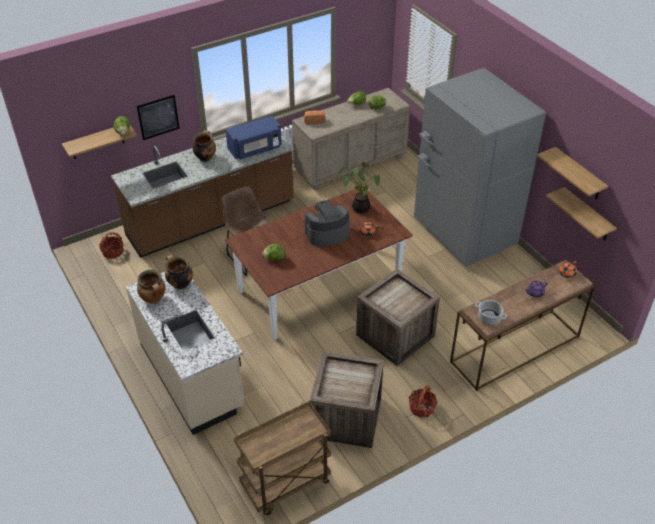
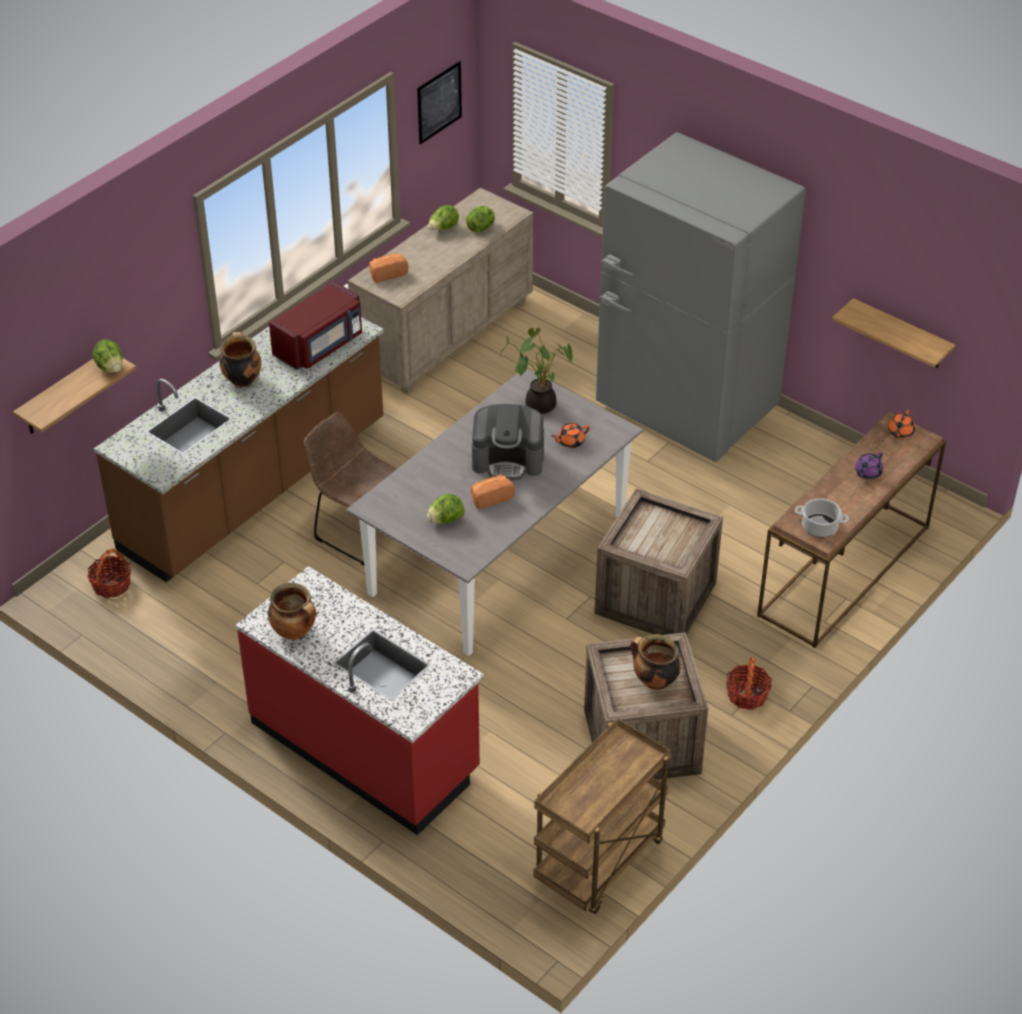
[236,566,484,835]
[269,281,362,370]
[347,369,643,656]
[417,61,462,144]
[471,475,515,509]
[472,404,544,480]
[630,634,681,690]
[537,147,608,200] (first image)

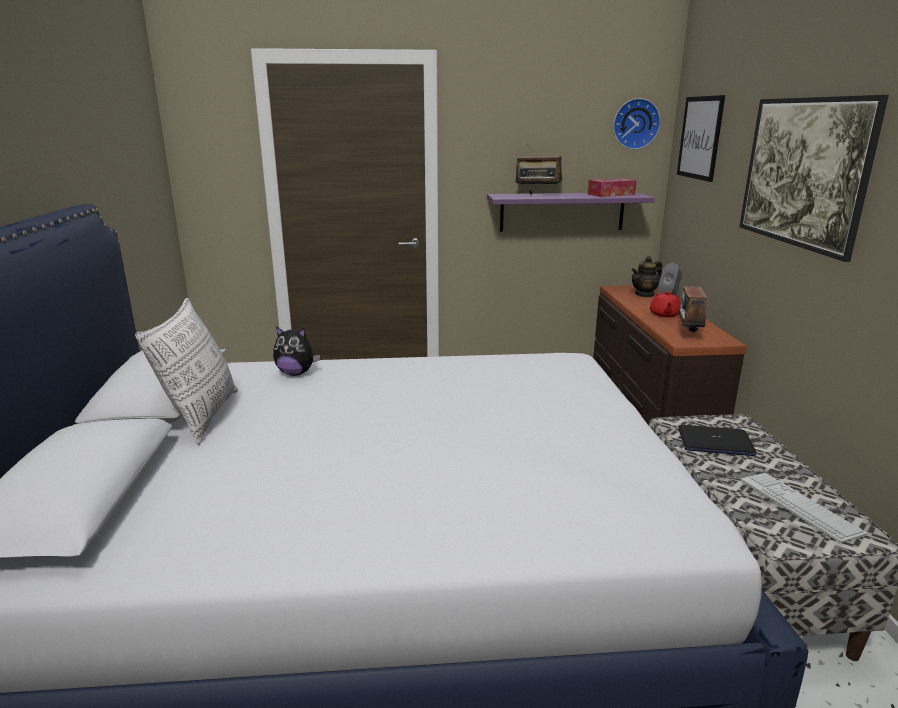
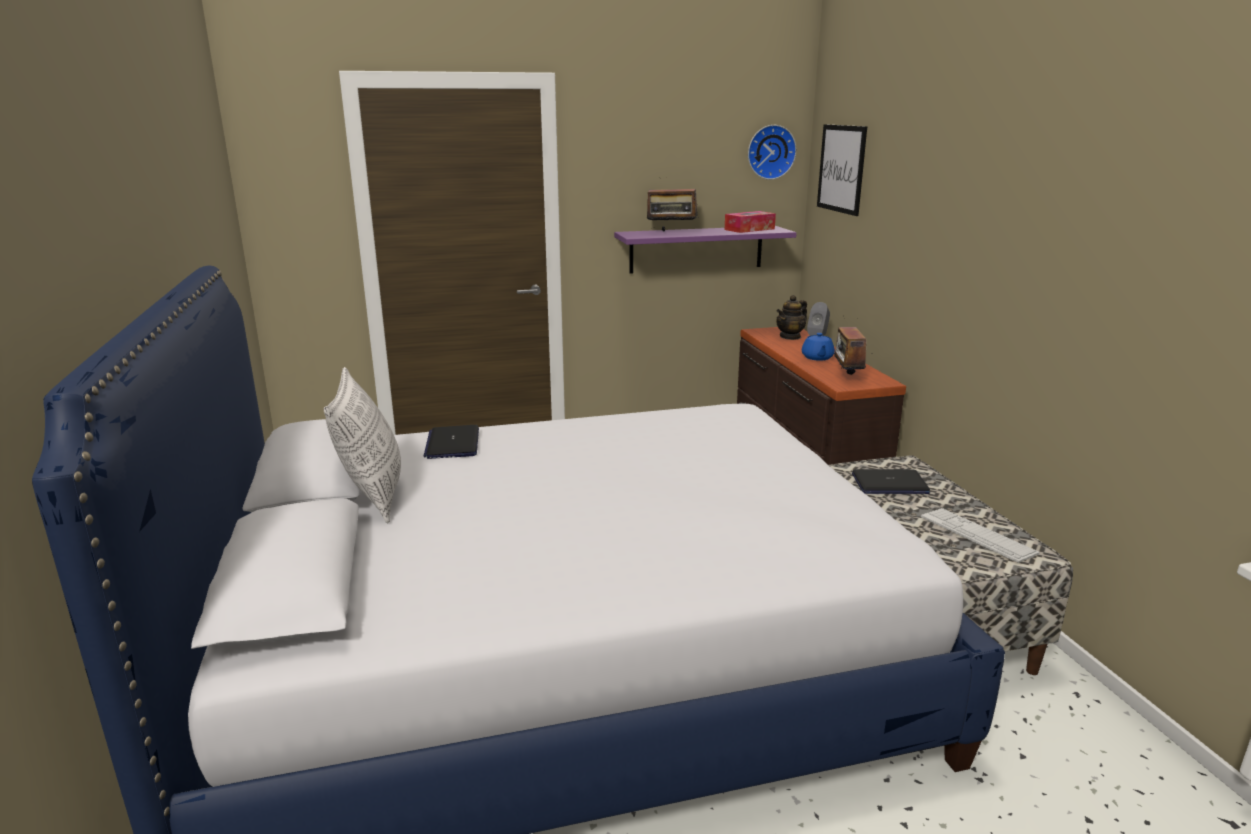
[424,425,479,459]
[802,333,835,361]
[739,95,889,262] (first image)

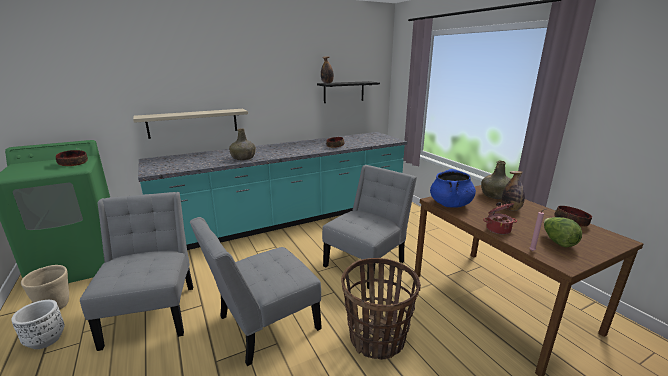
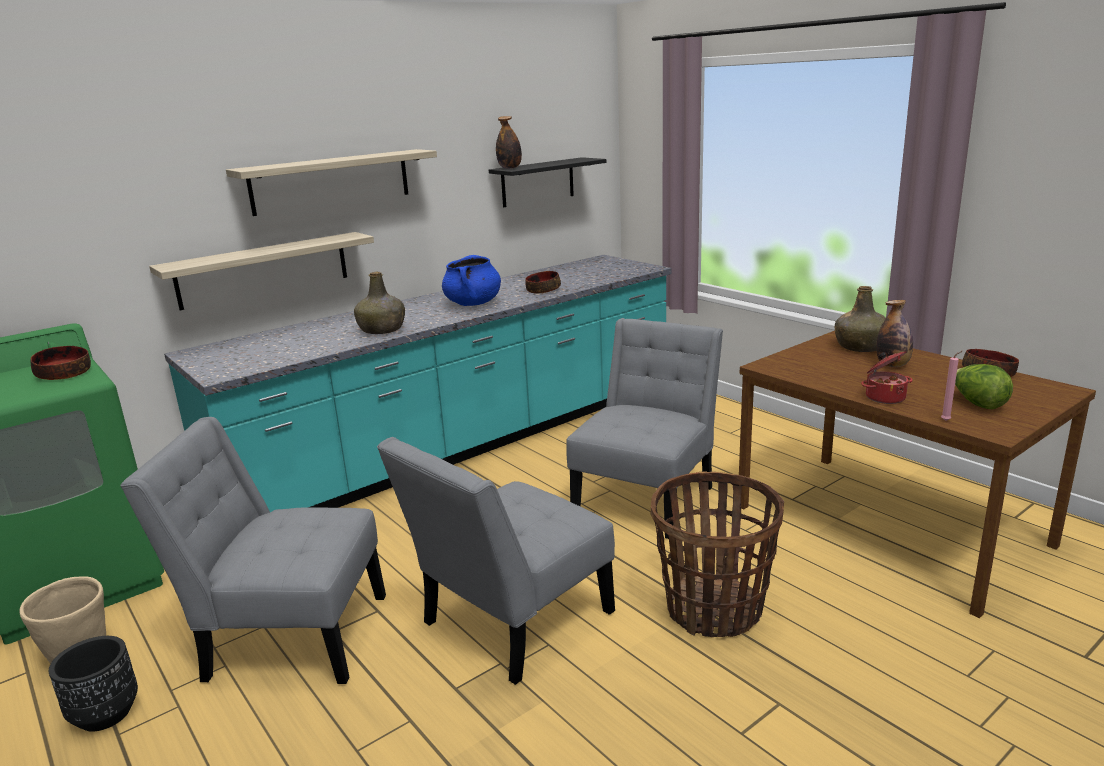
[49,636,138,731]
[120,417,386,684]
[226,149,437,216]
[442,255,501,306]

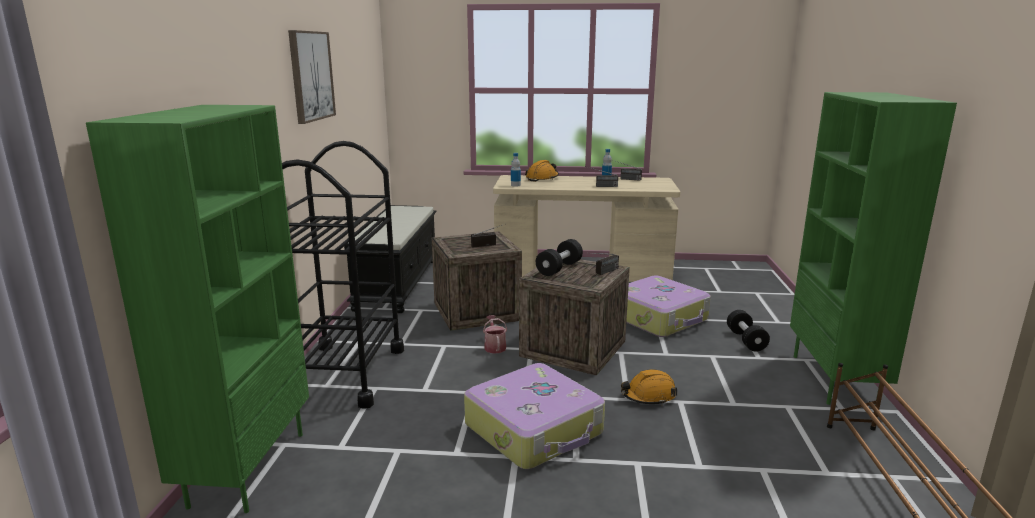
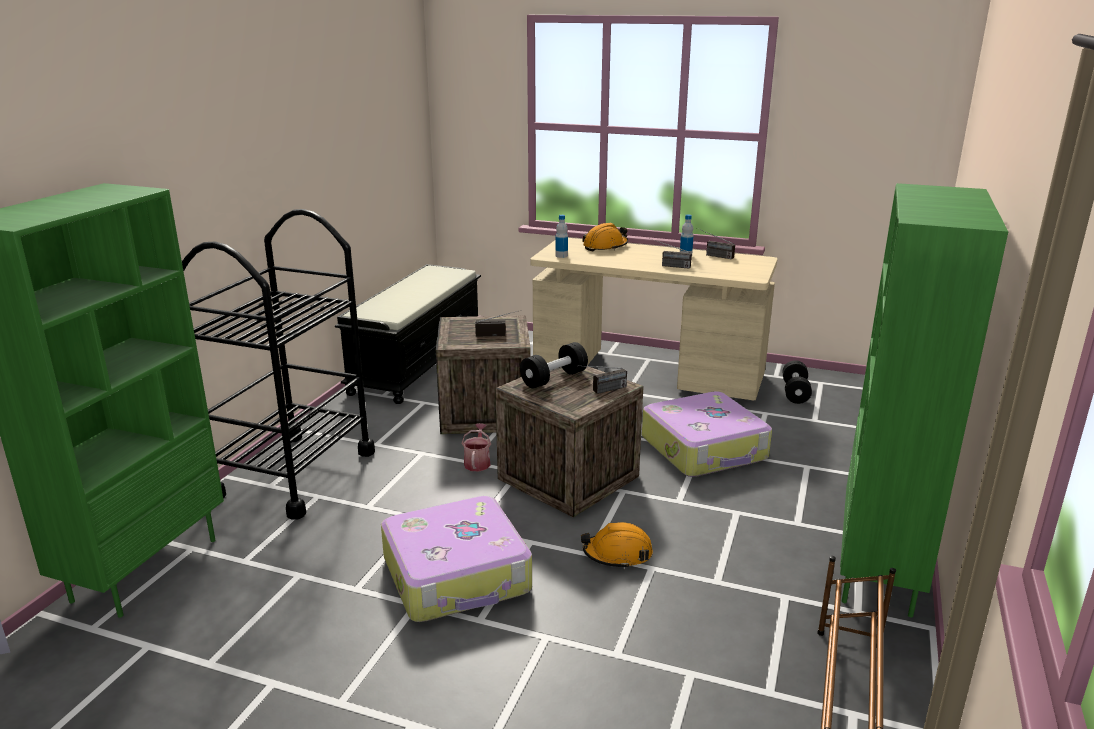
[783,360,812,404]
[288,30,336,124] (first image)

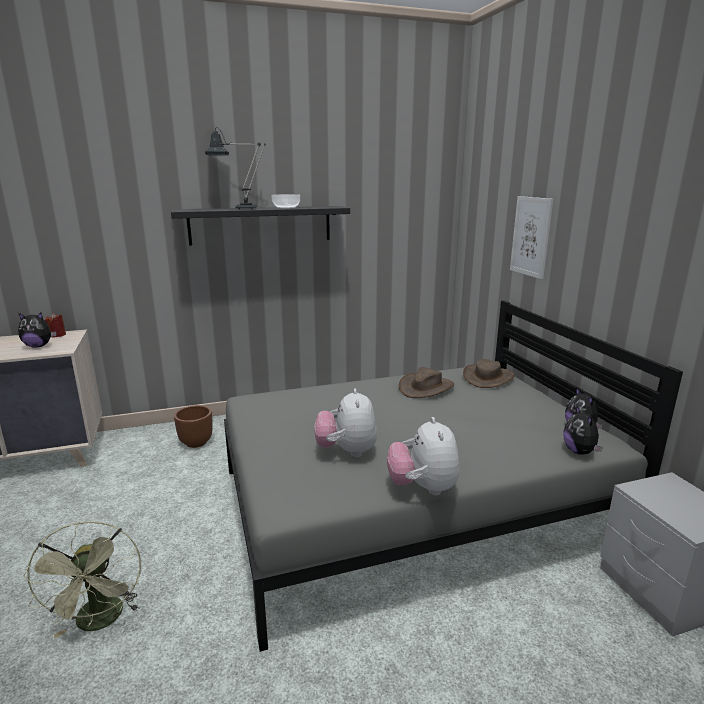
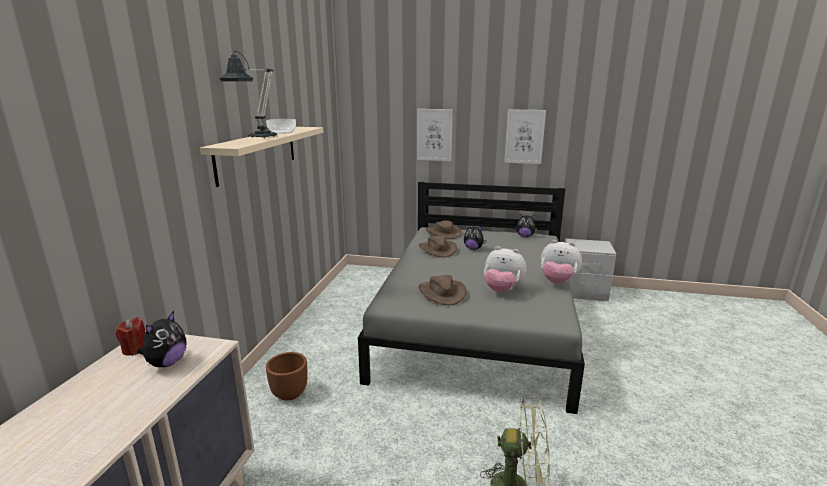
[200,127,323,187]
[418,275,466,305]
[464,225,487,250]
[504,109,546,164]

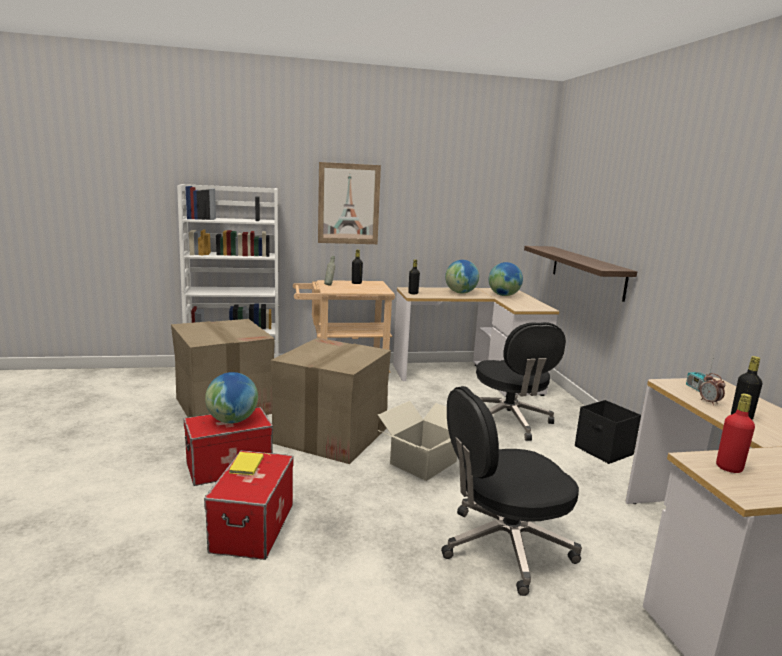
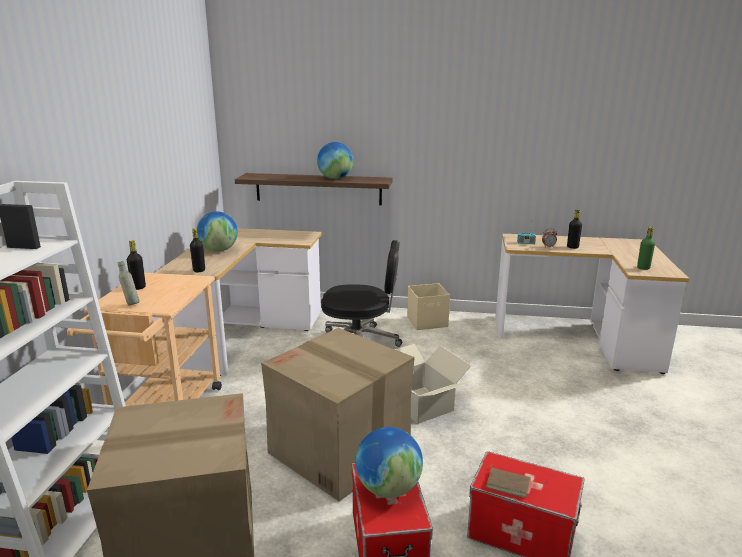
[317,142,354,179]
[407,283,450,330]
[486,463,531,498]
[637,226,655,270]
[318,162,381,244] (first image)
[441,386,582,596] (first image)

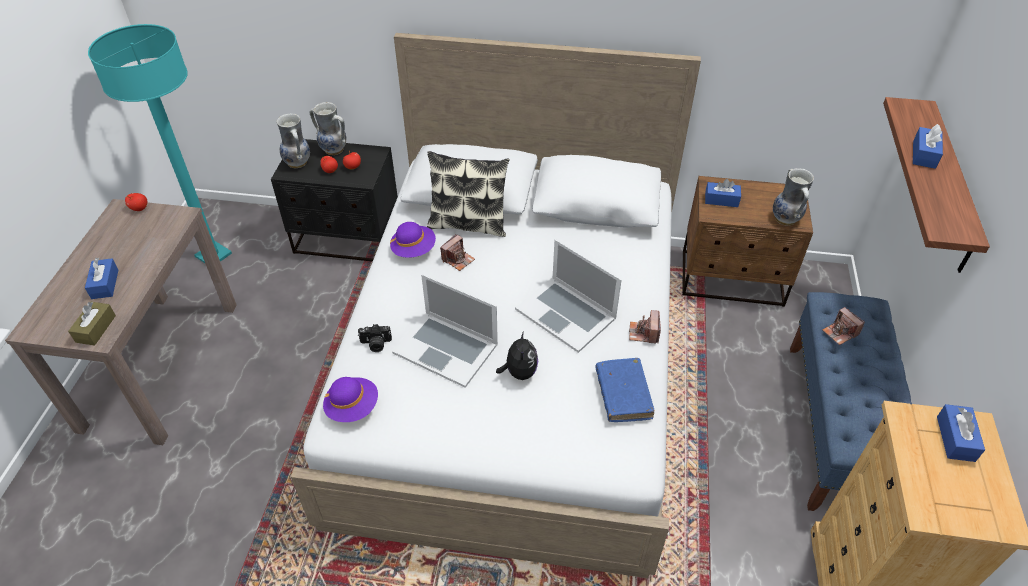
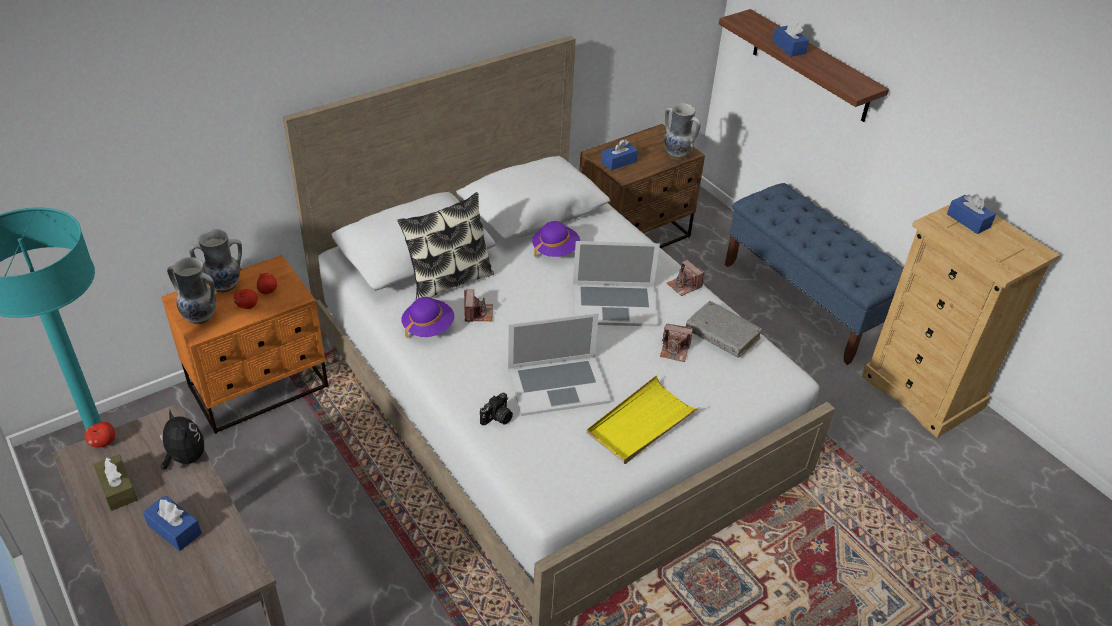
[93,454,138,511]
[159,410,204,470]
[162,255,328,434]
[532,221,580,258]
[587,375,700,464]
[660,324,693,362]
[686,301,762,358]

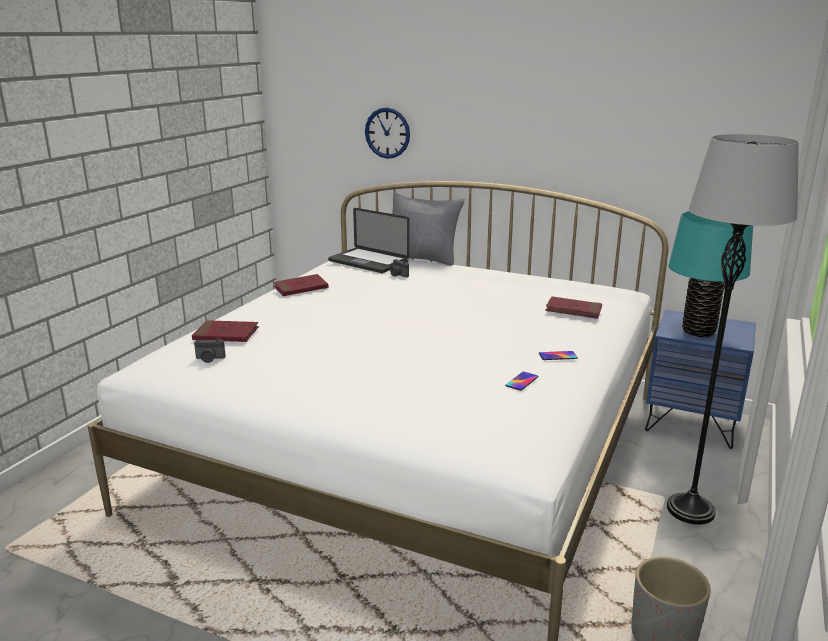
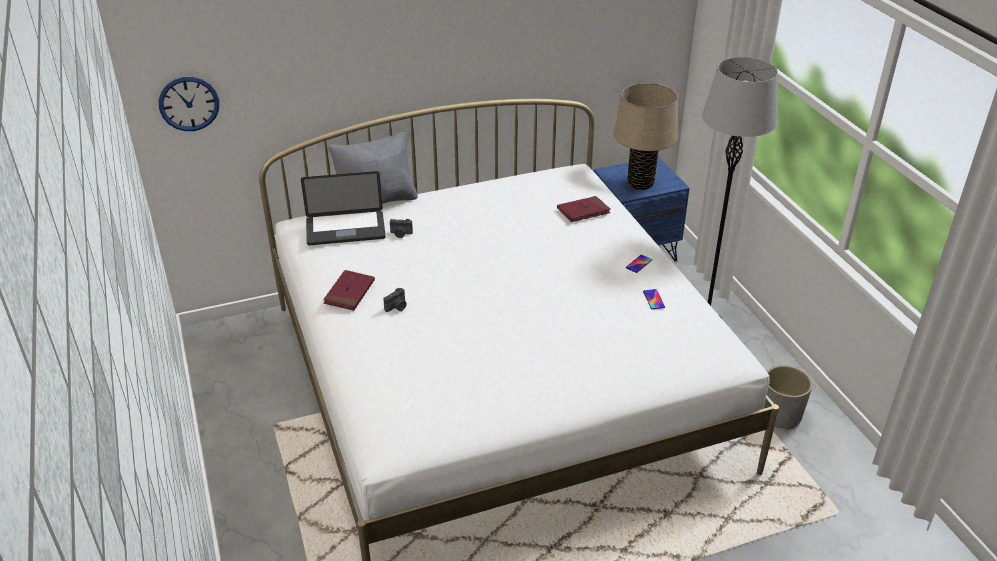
[159,77,219,131]
[383,288,407,312]
[614,83,678,190]
[192,320,259,342] (first image)

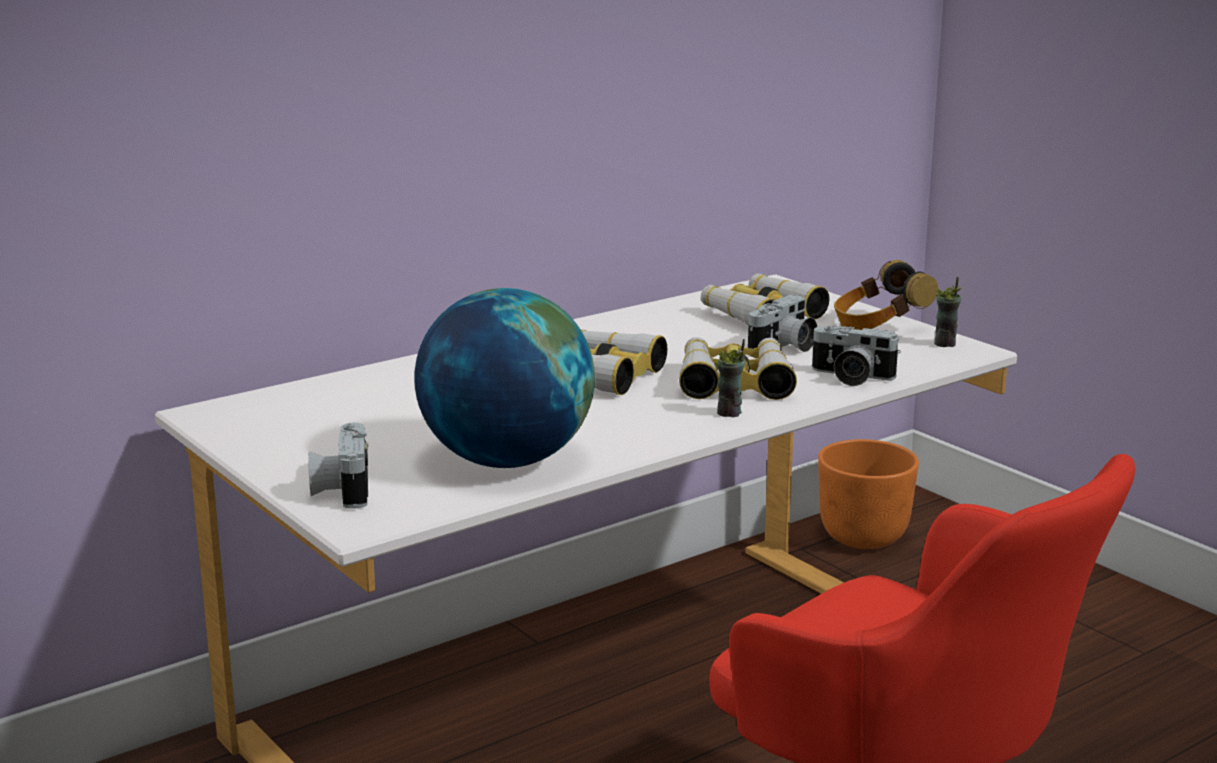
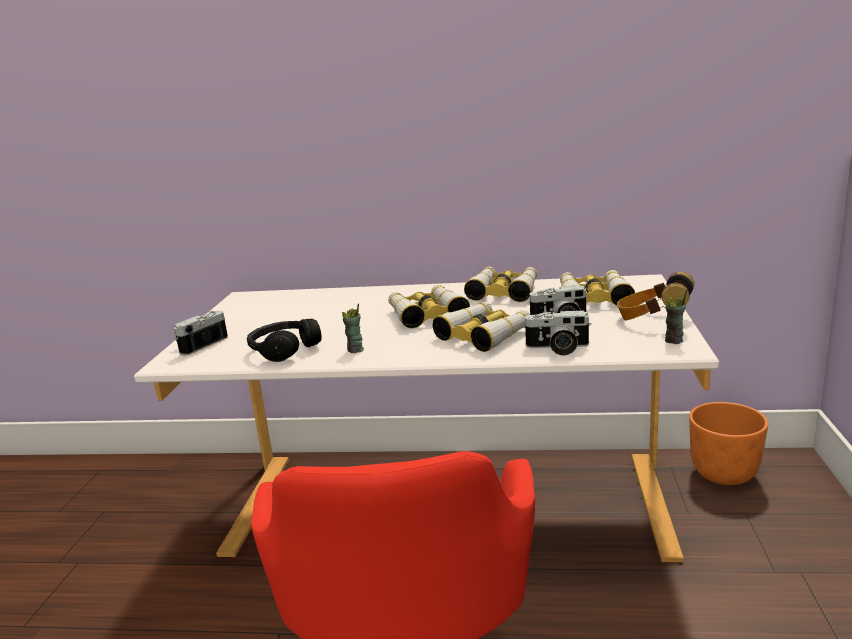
[247,319,322,362]
[342,303,364,353]
[464,267,537,302]
[523,310,591,356]

